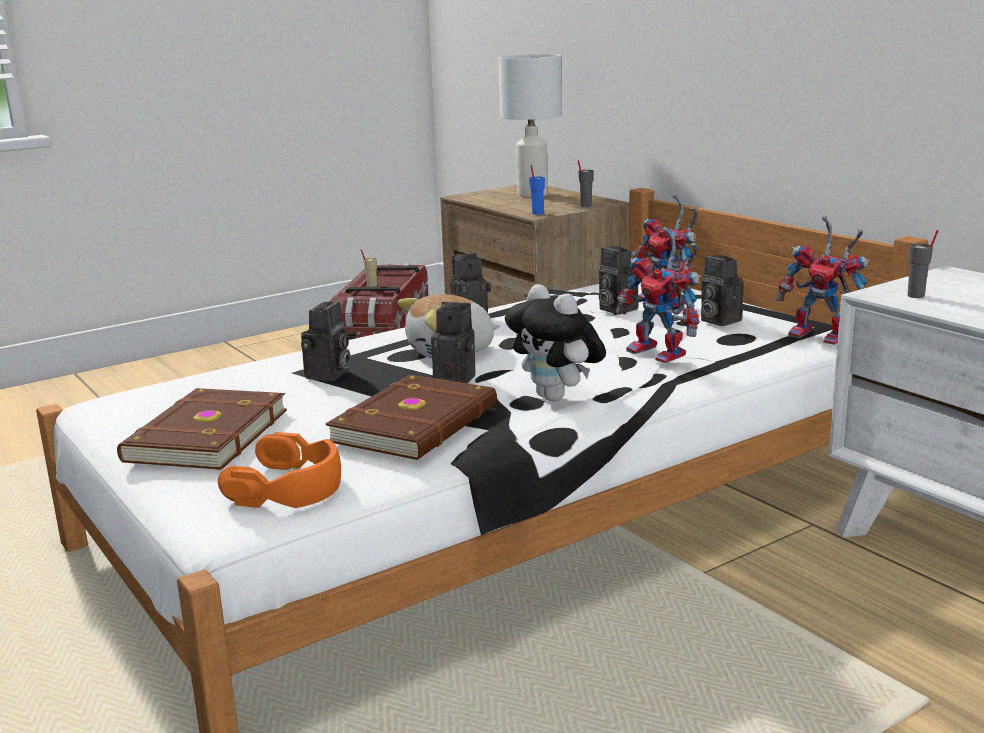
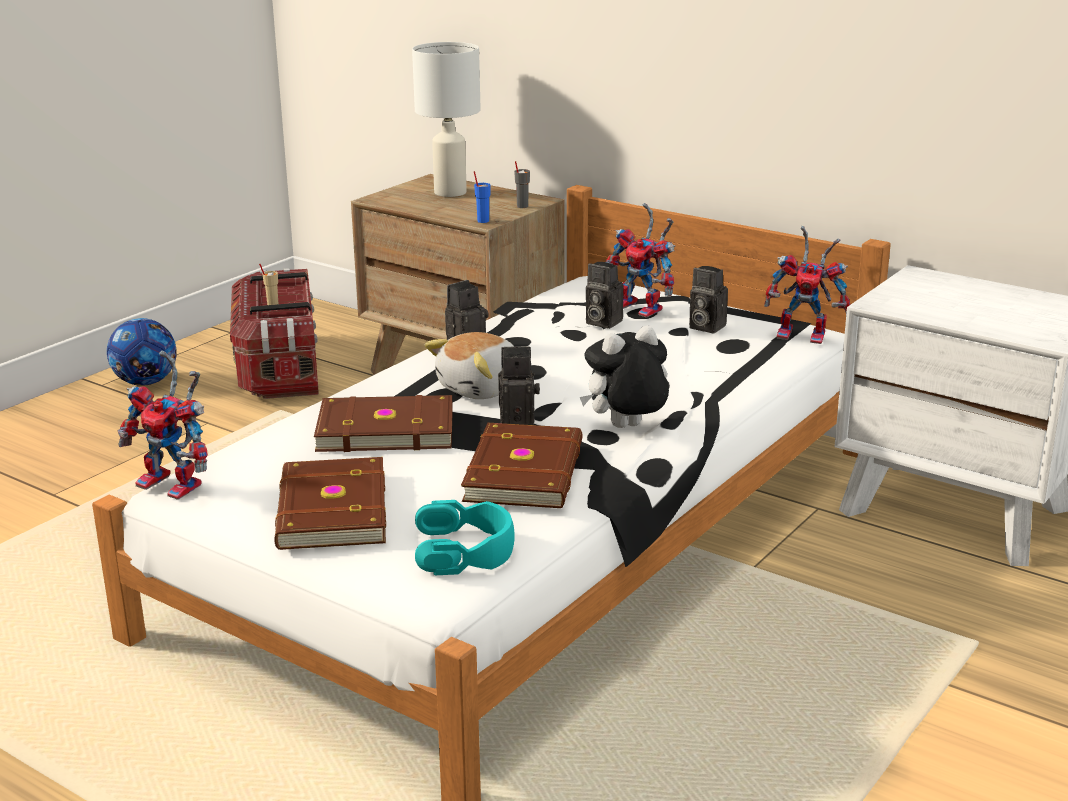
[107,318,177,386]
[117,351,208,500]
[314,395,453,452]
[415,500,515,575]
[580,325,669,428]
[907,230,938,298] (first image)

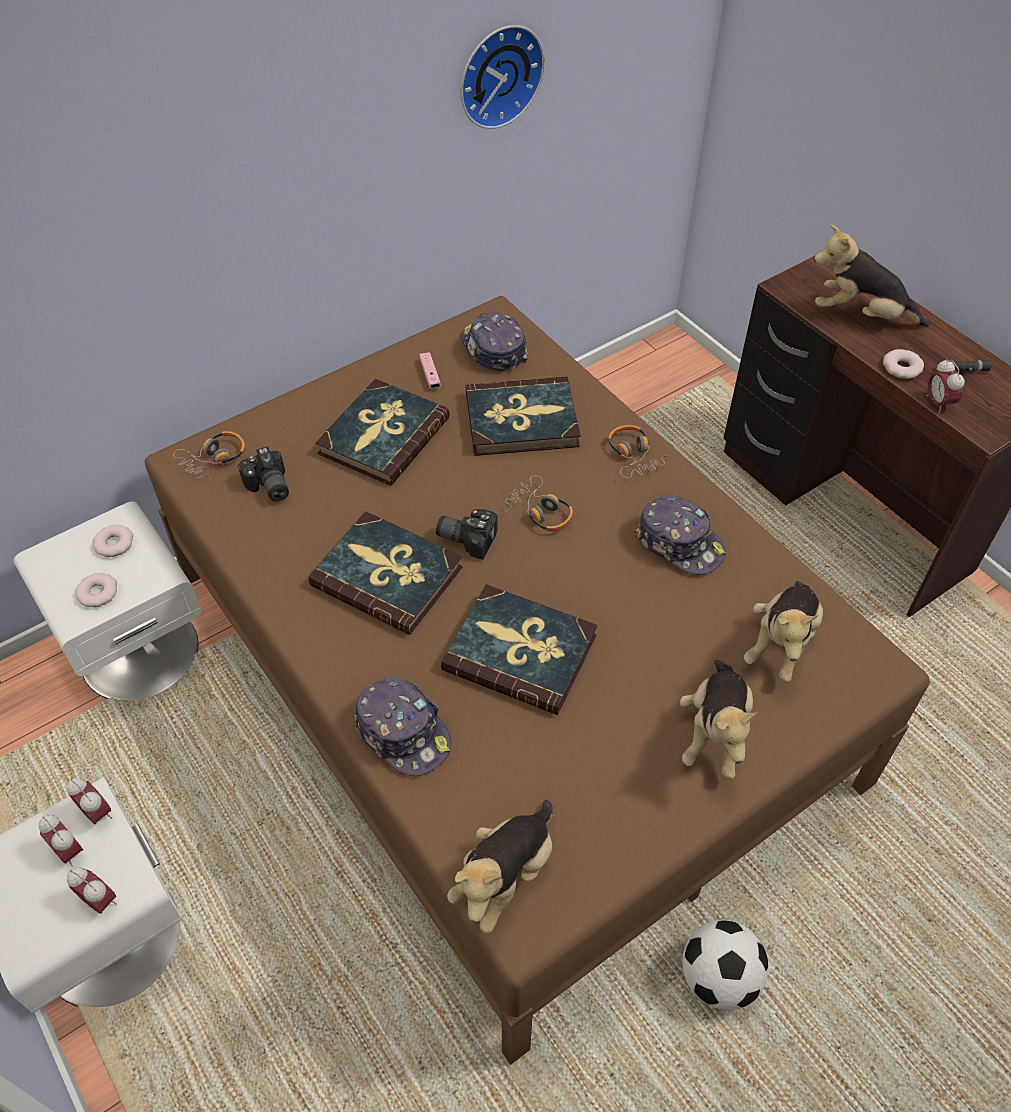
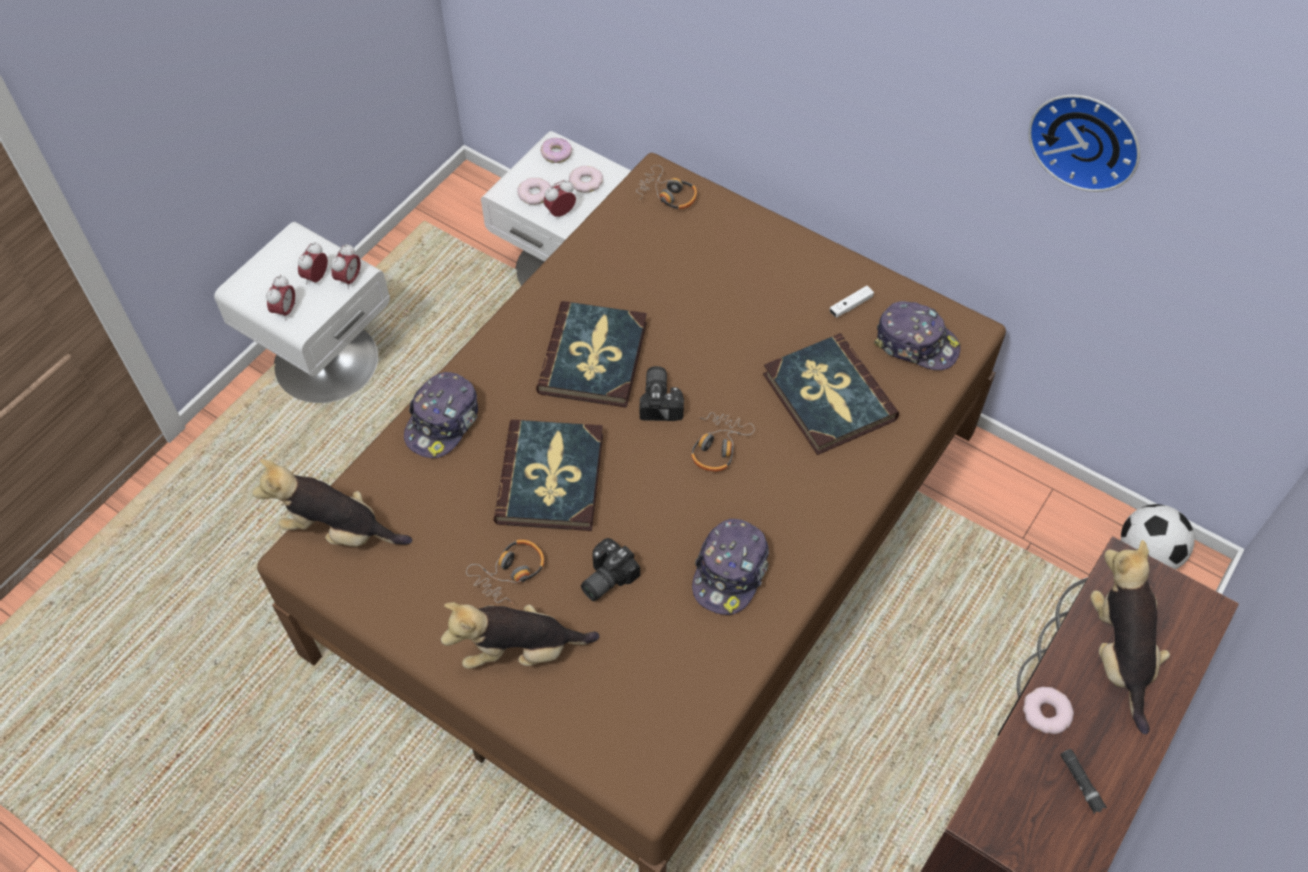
[466,540,544,604]
[540,138,572,163]
[544,180,576,217]
[581,538,640,601]
[830,286,874,318]
[874,301,960,370]
[1121,504,1195,570]
[316,379,450,485] (first image)
[744,581,823,683] (first image)

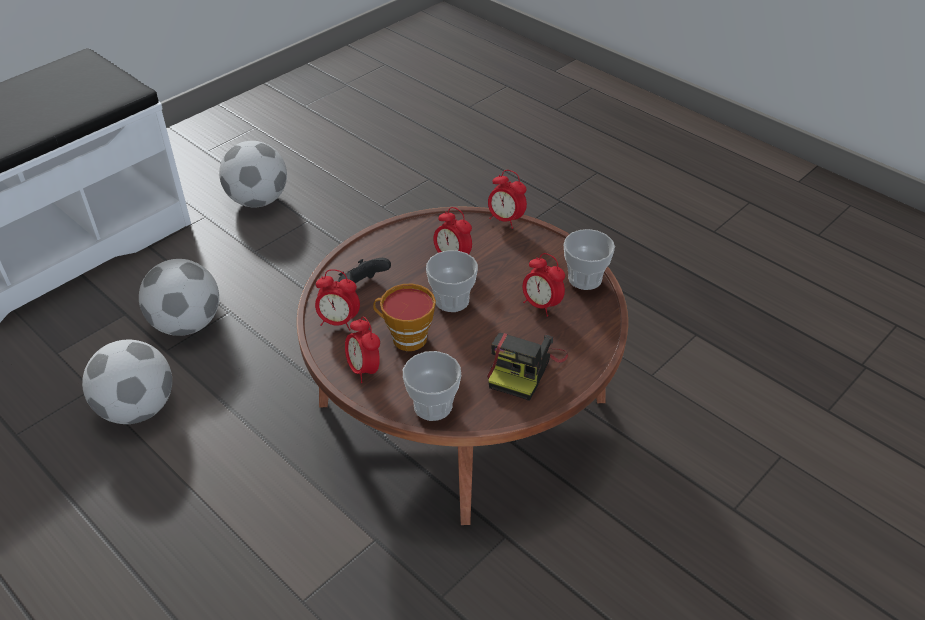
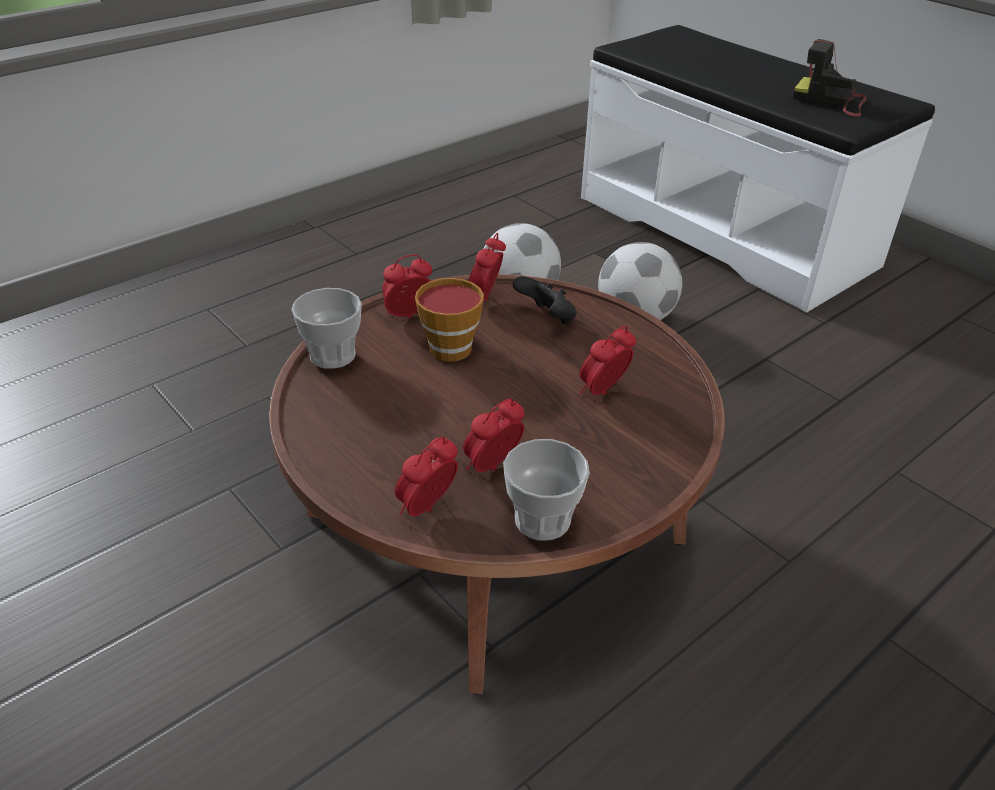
[395,437,458,516]
[793,39,866,117]
[219,141,287,207] (first image)
[426,250,478,312] (first image)

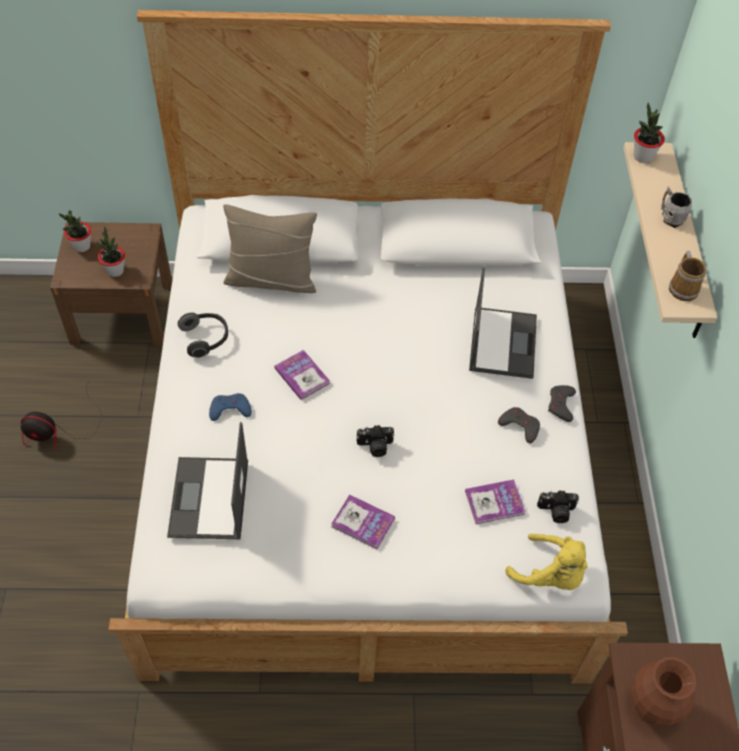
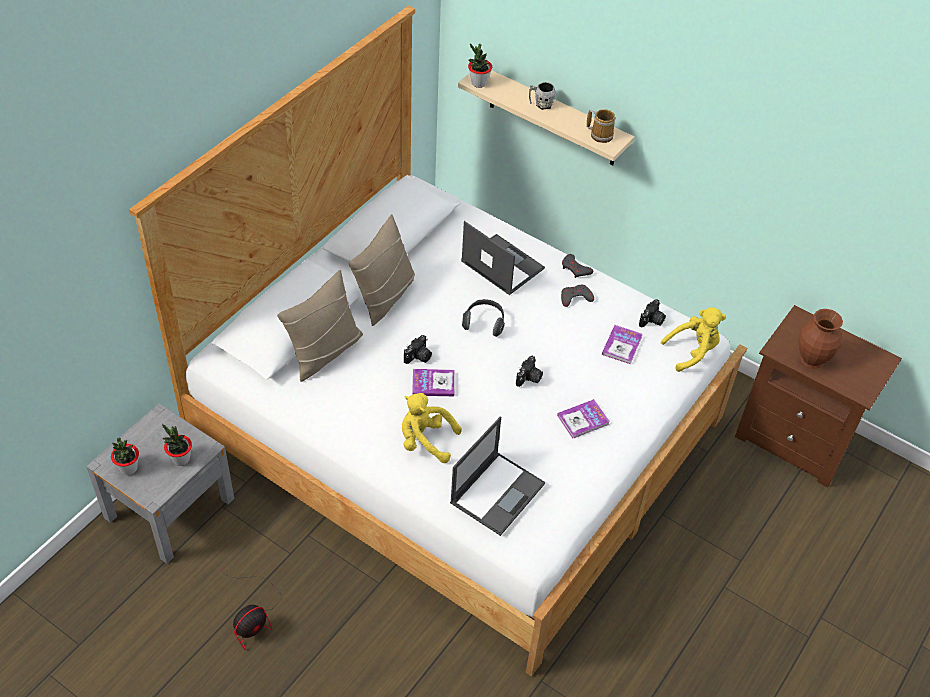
[86,403,234,564]
[349,214,415,326]
[402,393,462,463]
[404,335,432,364]
[450,417,545,536]
[462,299,505,337]

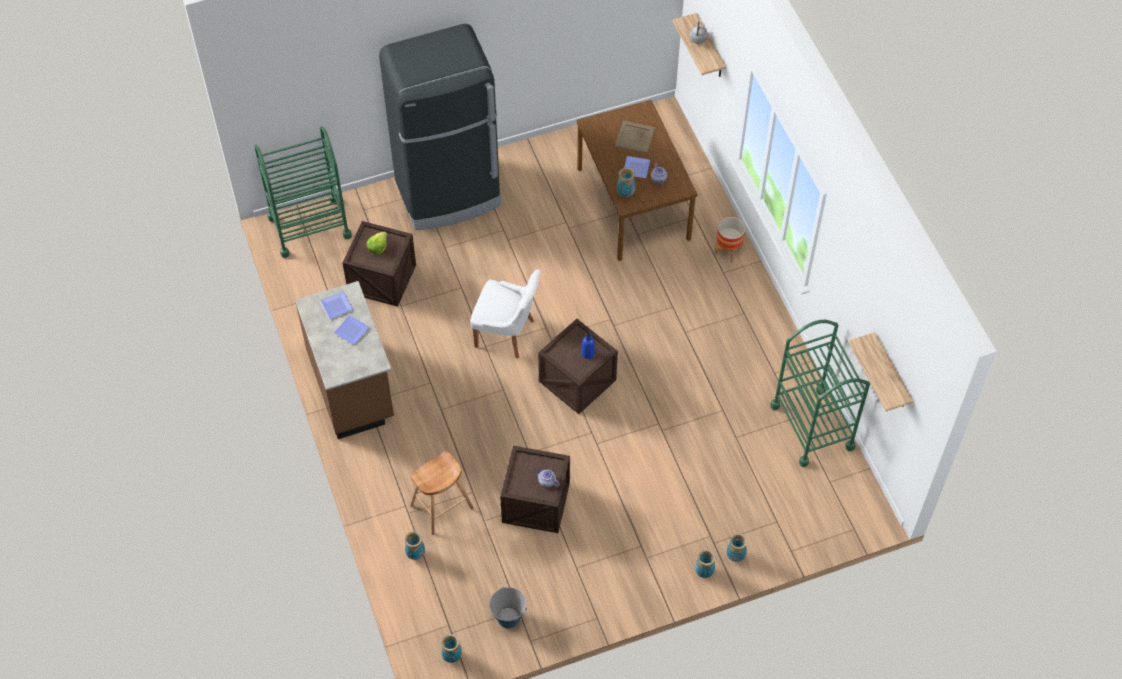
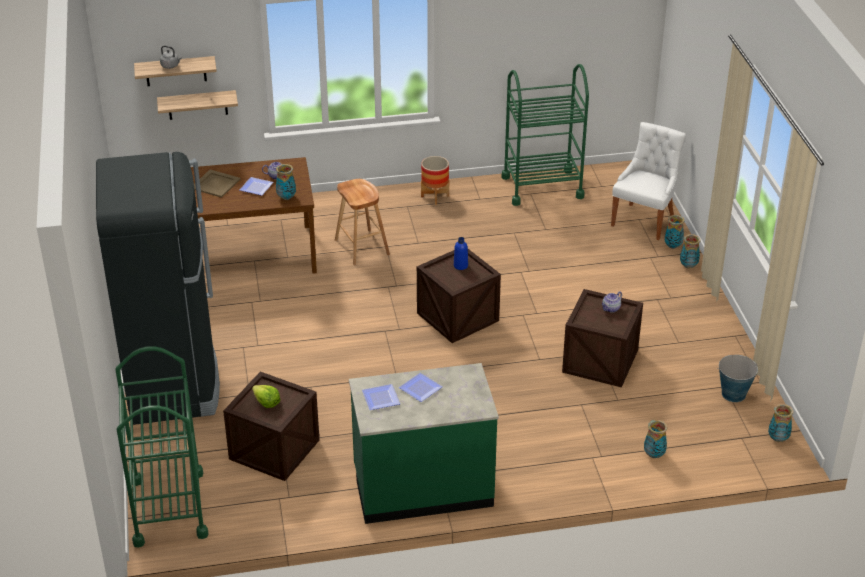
[157,90,238,120]
[335,179,390,265]
[349,363,499,524]
[421,156,449,205]
[611,122,686,240]

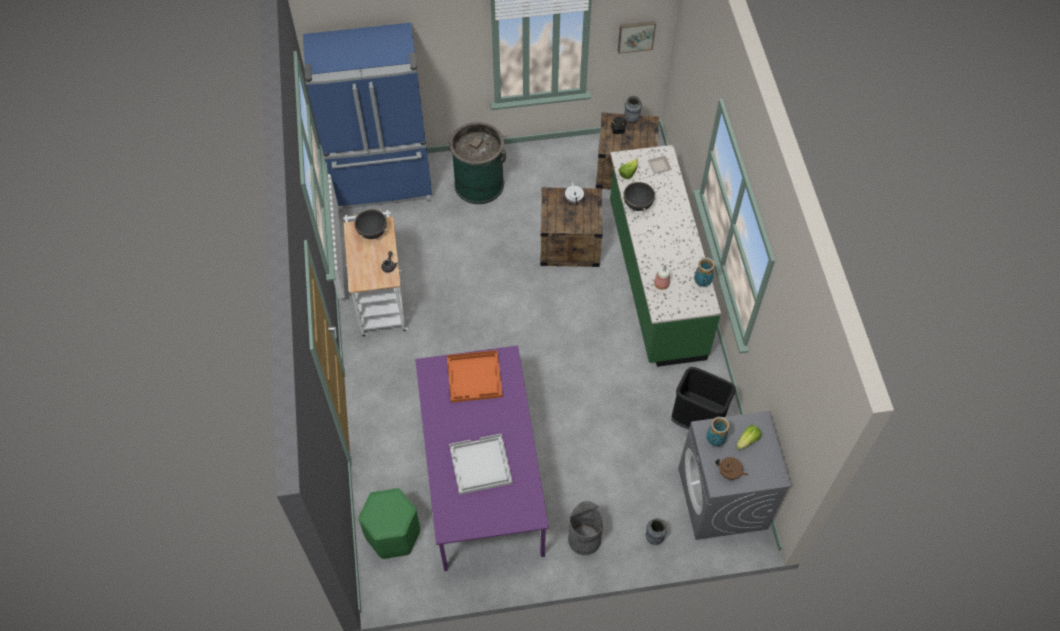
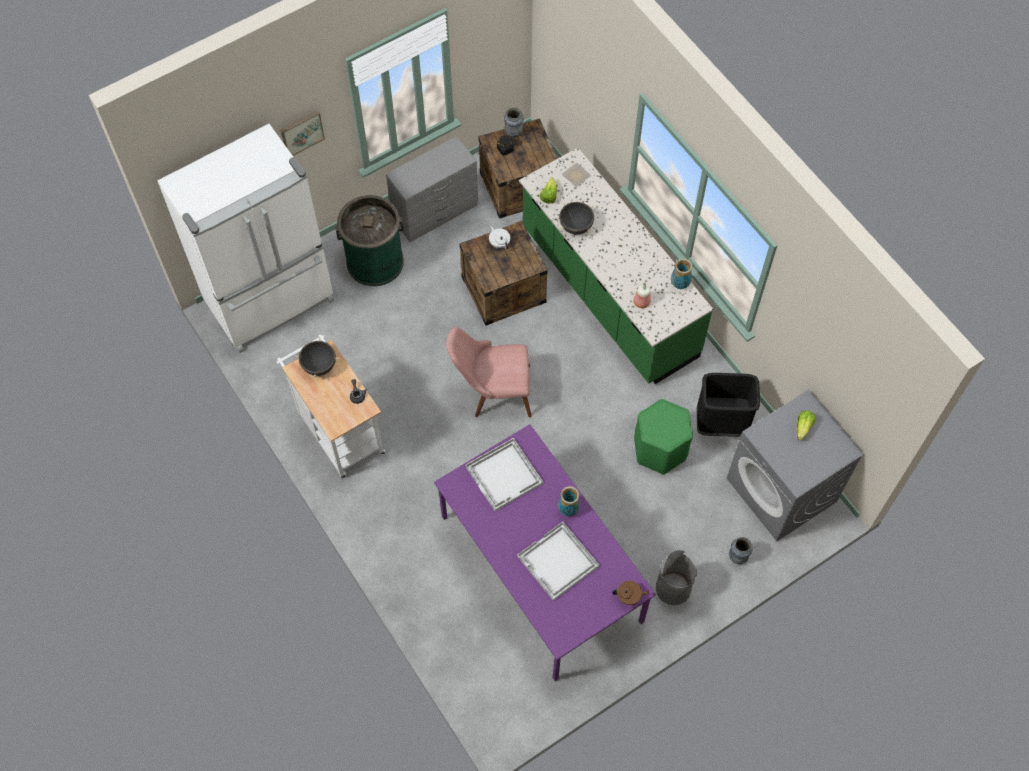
[157,124,334,353]
[280,110,325,156]
[386,136,478,242]
[446,327,532,418]
[465,438,543,511]
[558,486,580,516]
[612,581,649,605]
[634,399,693,474]

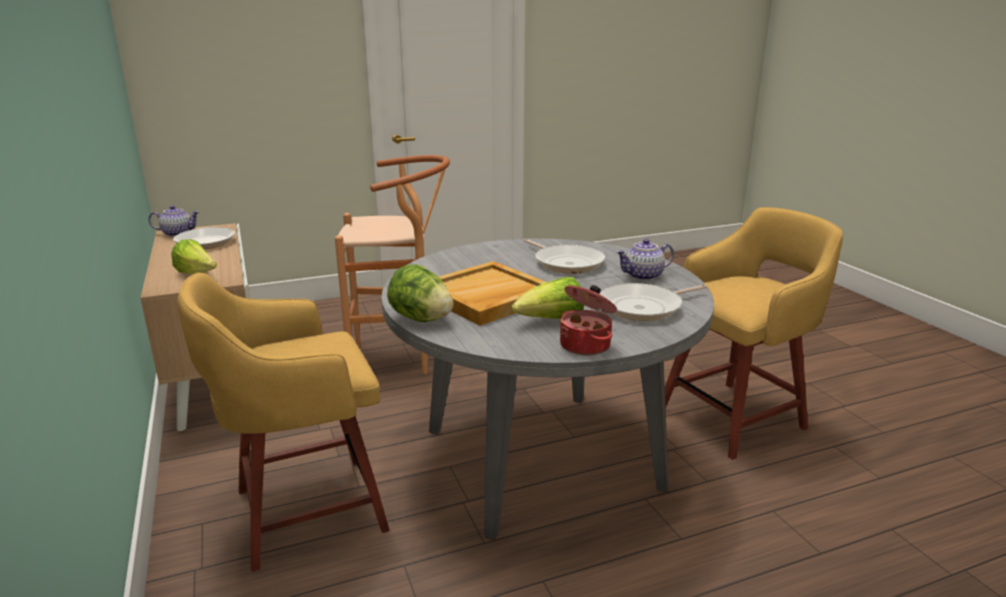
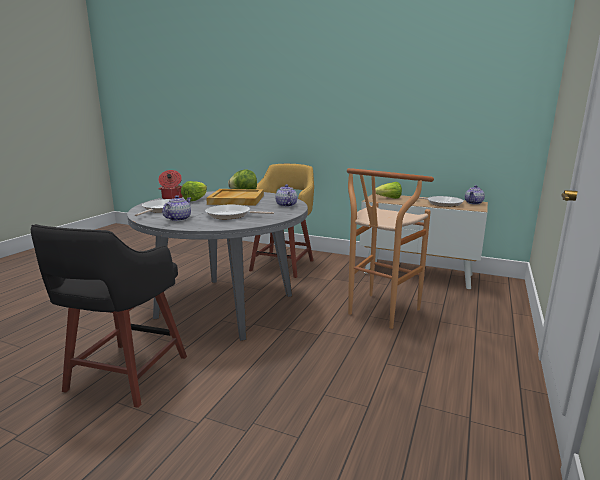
[31,224,187,408]
[276,184,297,207]

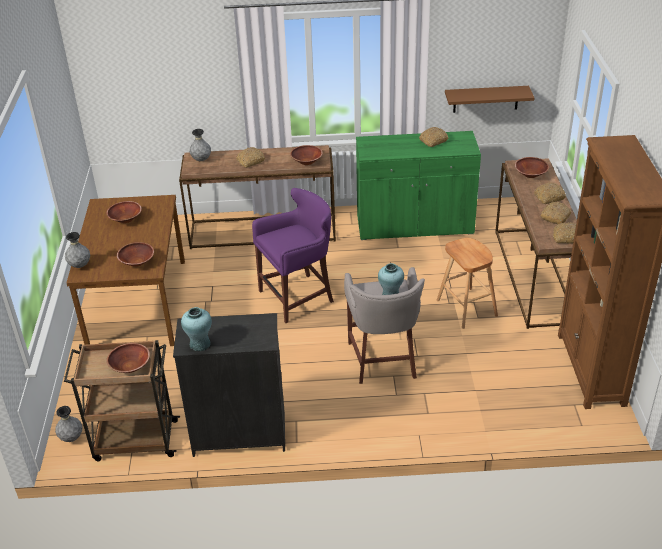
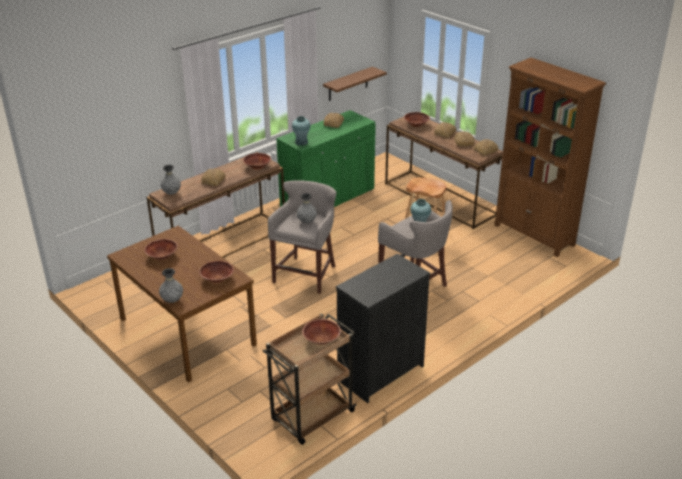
[268,180,337,294]
[292,116,310,146]
[297,193,317,223]

